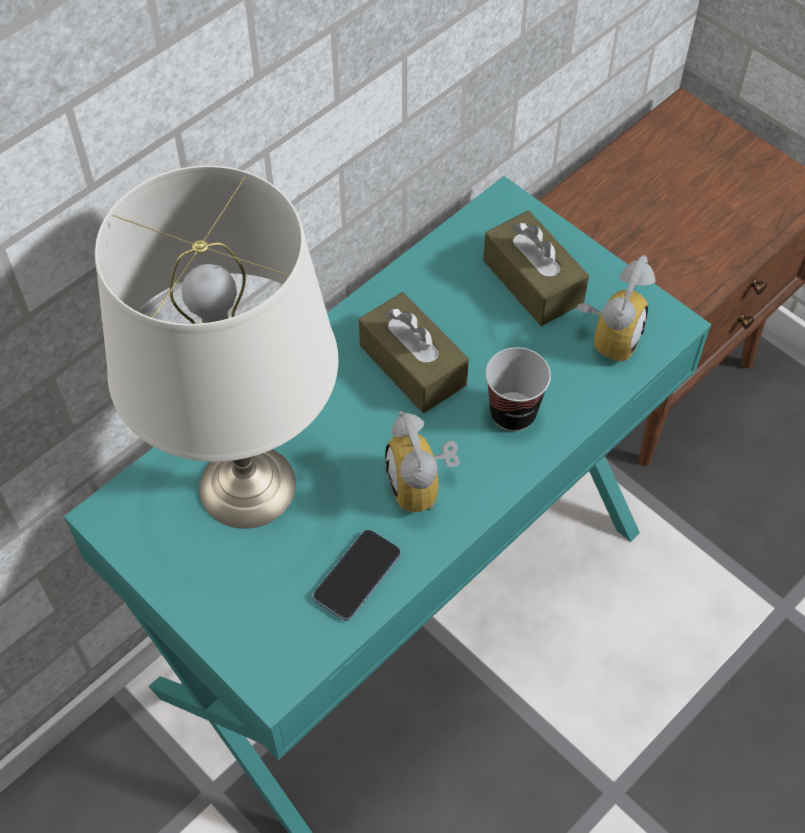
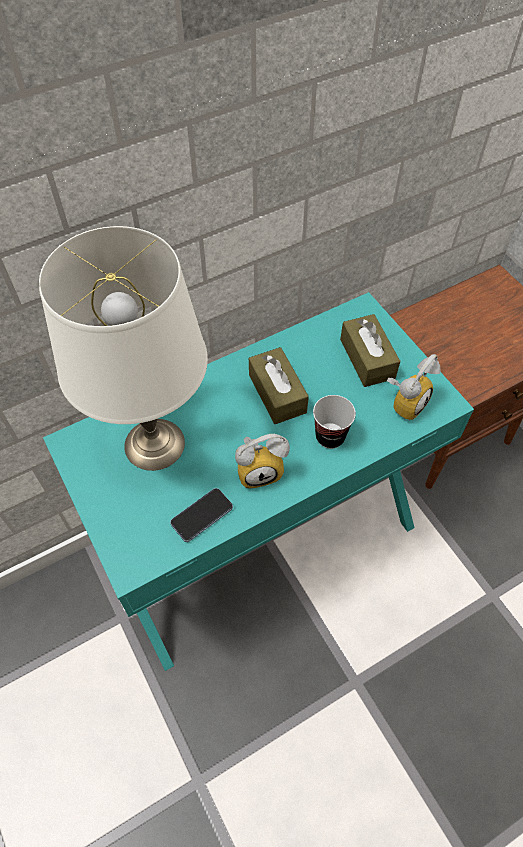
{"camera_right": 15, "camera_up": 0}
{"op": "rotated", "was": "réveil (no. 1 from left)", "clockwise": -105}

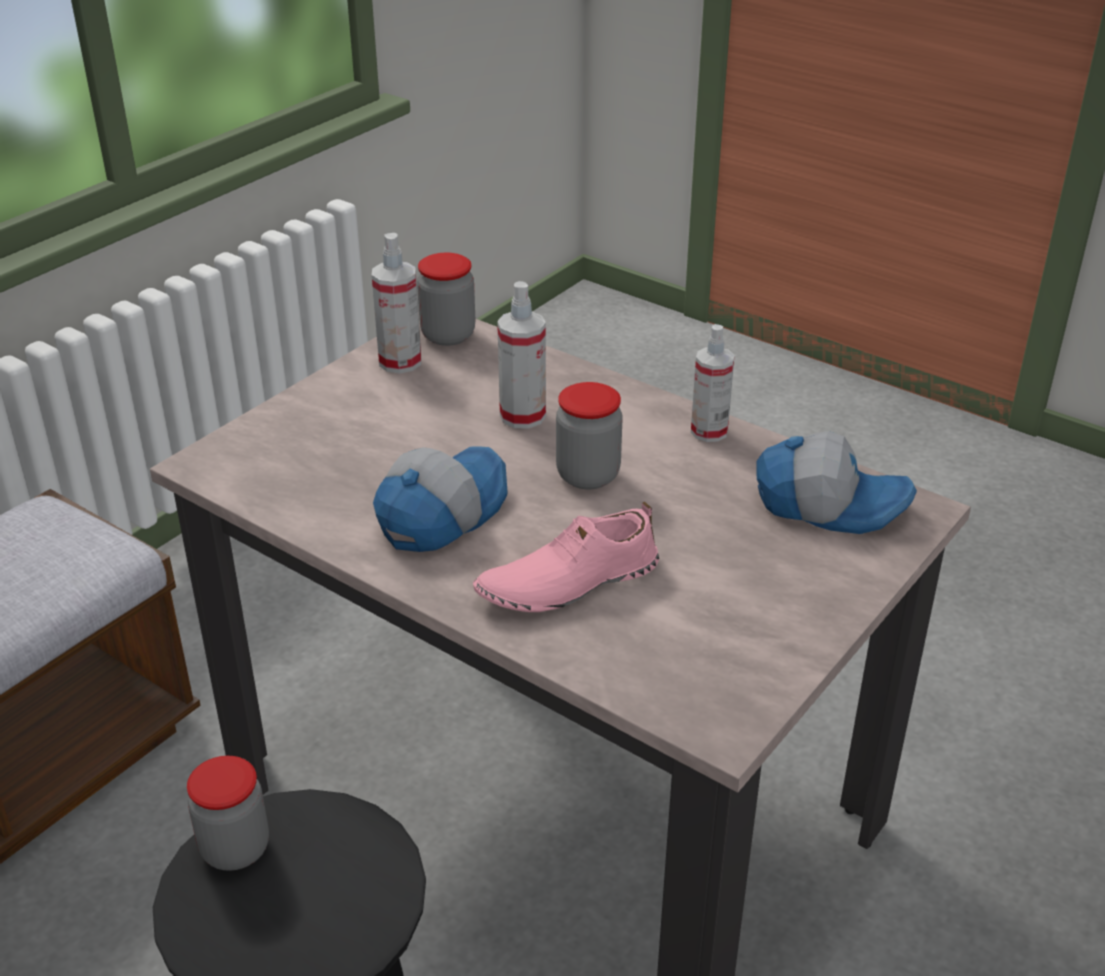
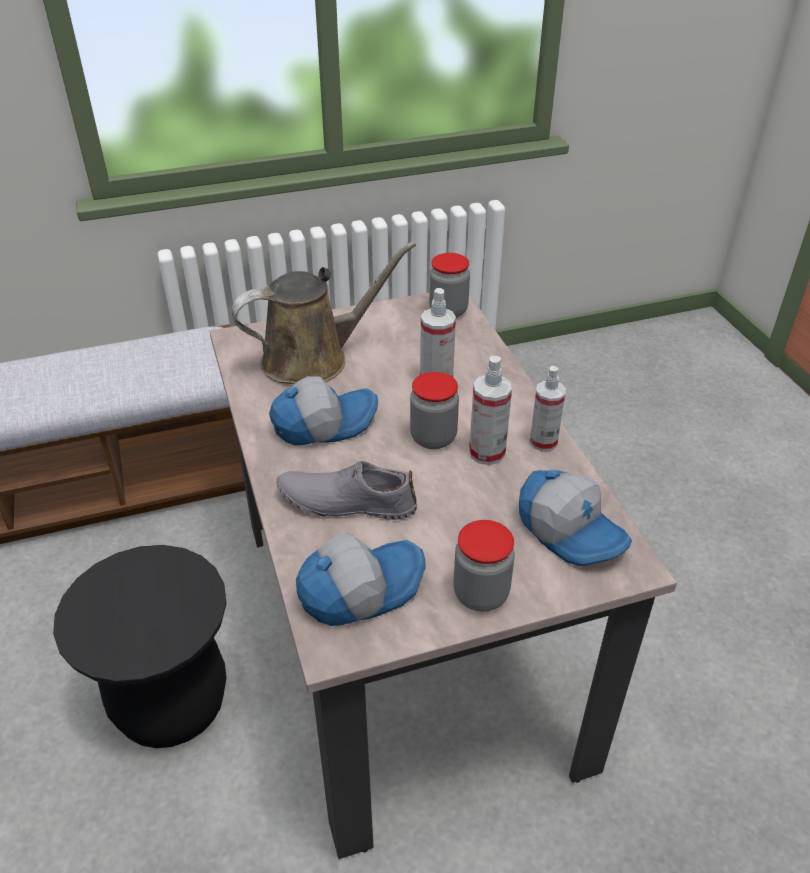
{"camera_right": 35, "camera_up": 5}
{"op": "new", "now": "arrosoir (marron)"}
{"op": "repainted", "was": "chaussure (rose)", "now": "chaussure (gris)"}
{"op": "new", "now": "casquette (no. 2 from left)"}
{"op": "shifted", "was": "bocal (no. 1 from left in the first image)", "now": "bocal (no. 3 from left)"}
{"op": "shifted", "was": "vaporisateur (no. 1 from left in the first image)", "now": "vaporisateur (no. 2 from left)"}

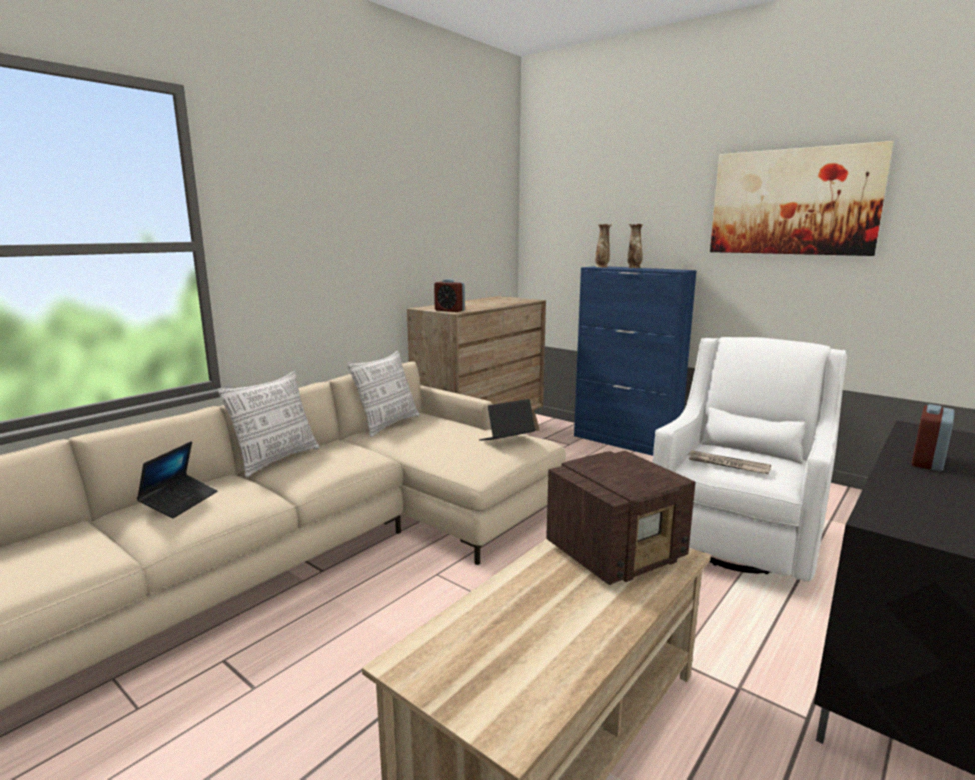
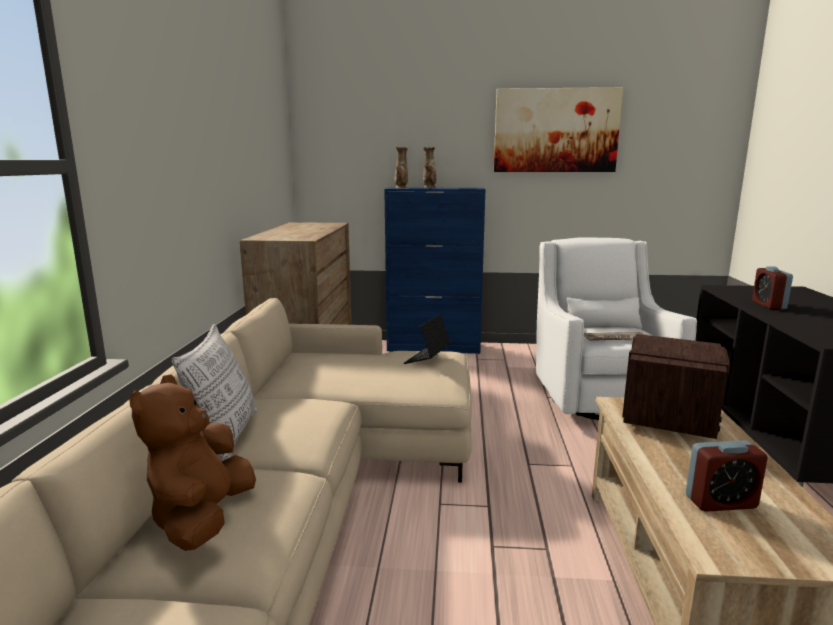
{"camera_right": -35, "camera_up": 0}
{"op": "swapped", "was": "ordinateur portable (no. 1 from left)", "now": "peluche (marron)"}
{"op": "shifted", "was": "réveil (no. 1 from left)"}
{"op": "gone", "was": "coussin (no. 2 from left)"}

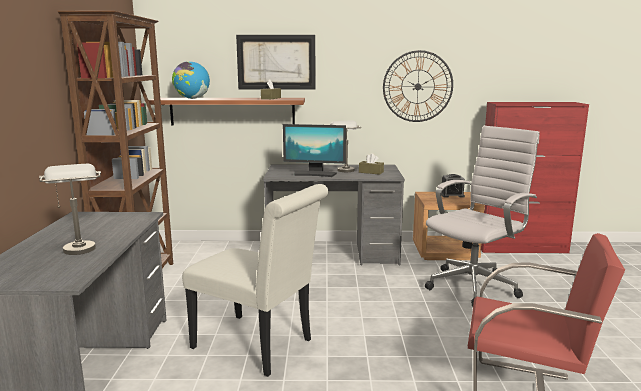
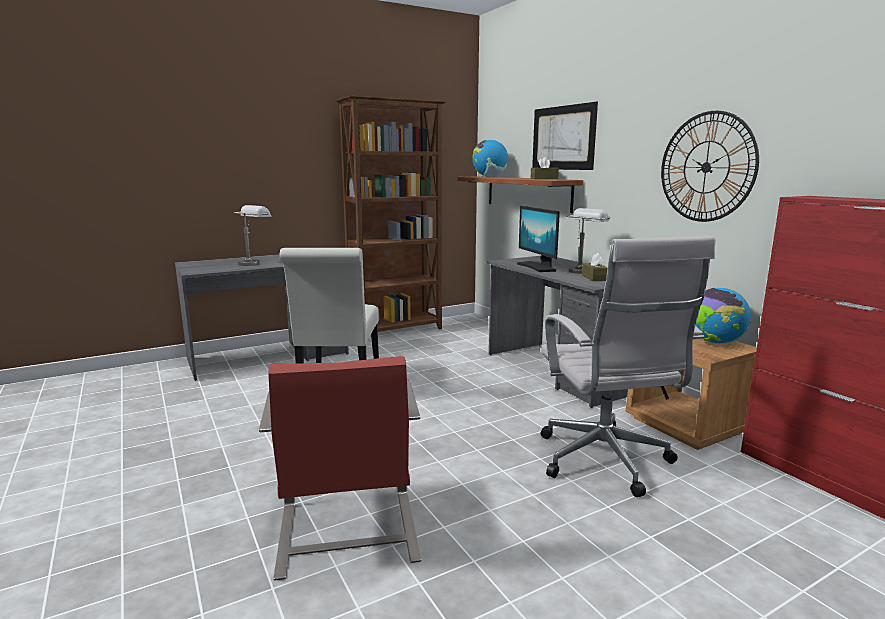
{"camera_right": 60, "camera_up": 0}
{"op": "rotated", "was": "chaise de bureau (blanc)", "clockwise": 60}
{"op": "swapped", "was": "réveil", "now": "globe (no. 2 from left)"}

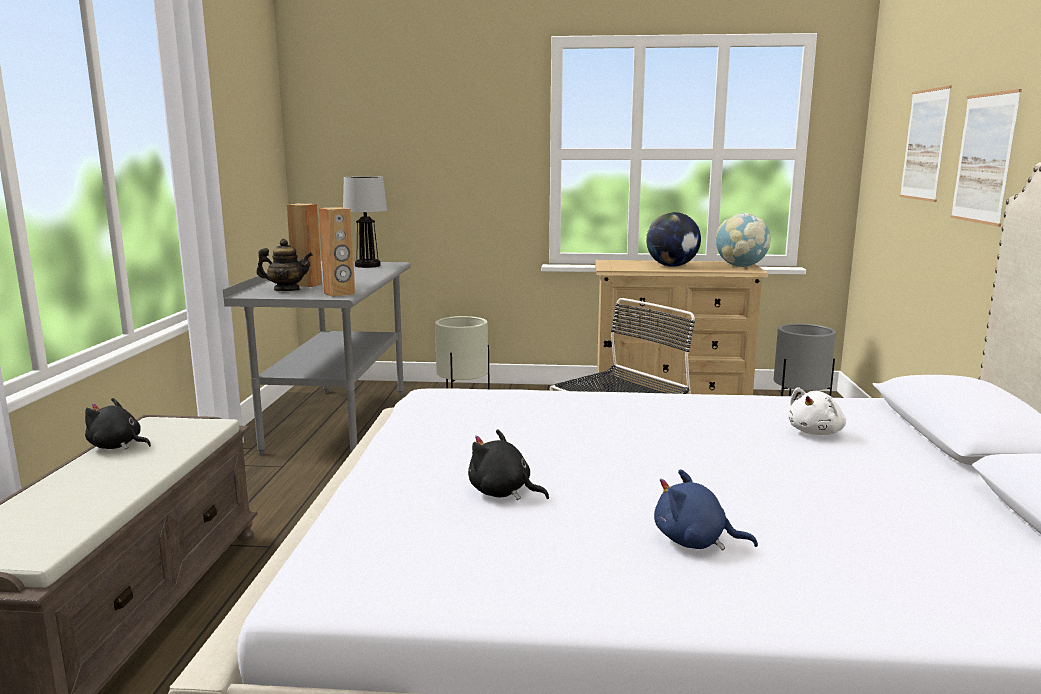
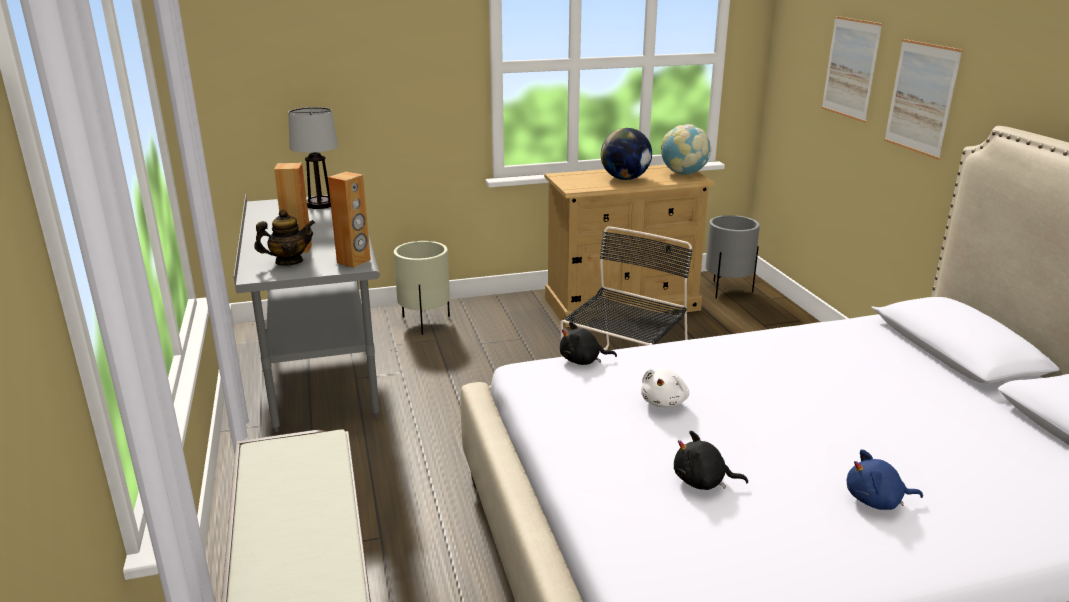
{"camera_right": -20, "camera_up": 10}
{"op": "shifted", "was": "peluche (noir) (no. 1 from left)"}
{"op": "shifted", "was": "peluche (blanc)"}

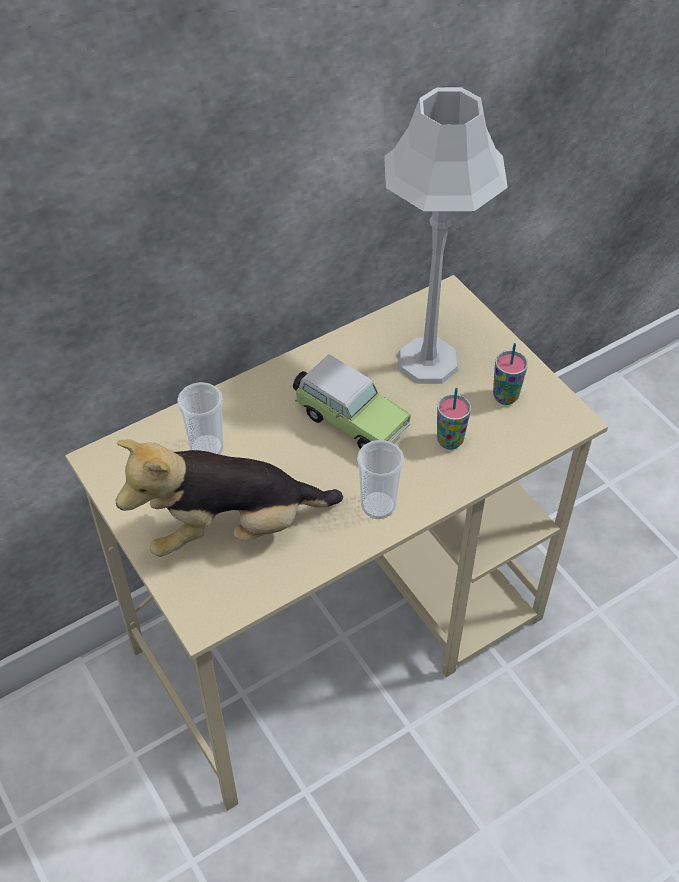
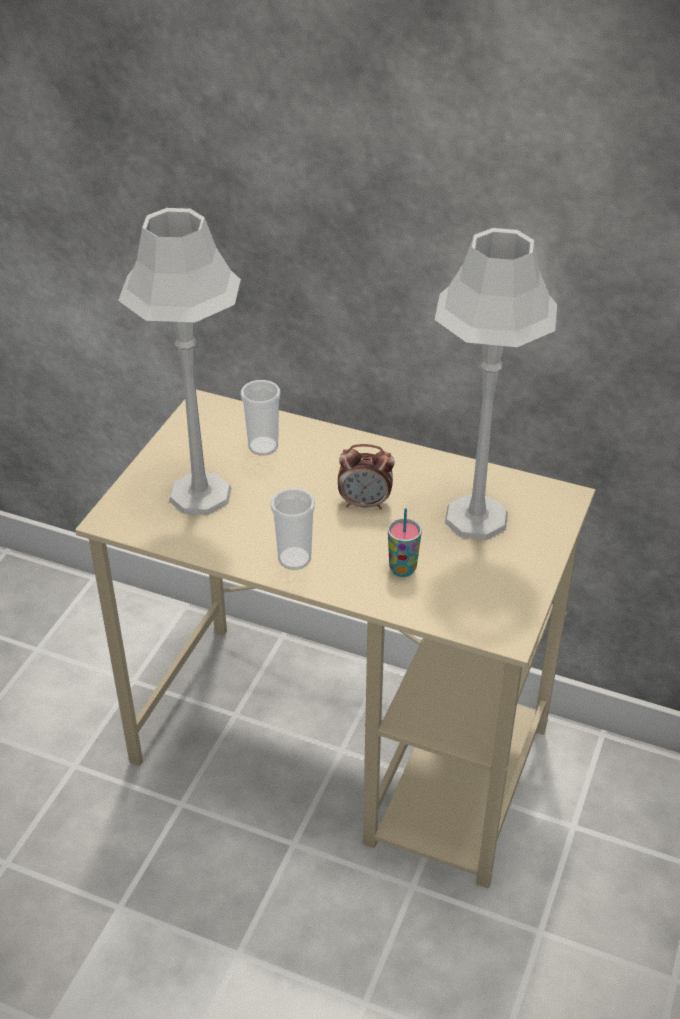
{"camera_right": 55, "camera_up": -10}
{"op": "swapped", "was": "peluche", "now": "lampe de table (gris) (no. 1 from left)"}
{"op": "swapped", "was": "petite voiture", "now": "réveil"}
{"op": "gone", "was": "tasse (no. 4 from left)"}

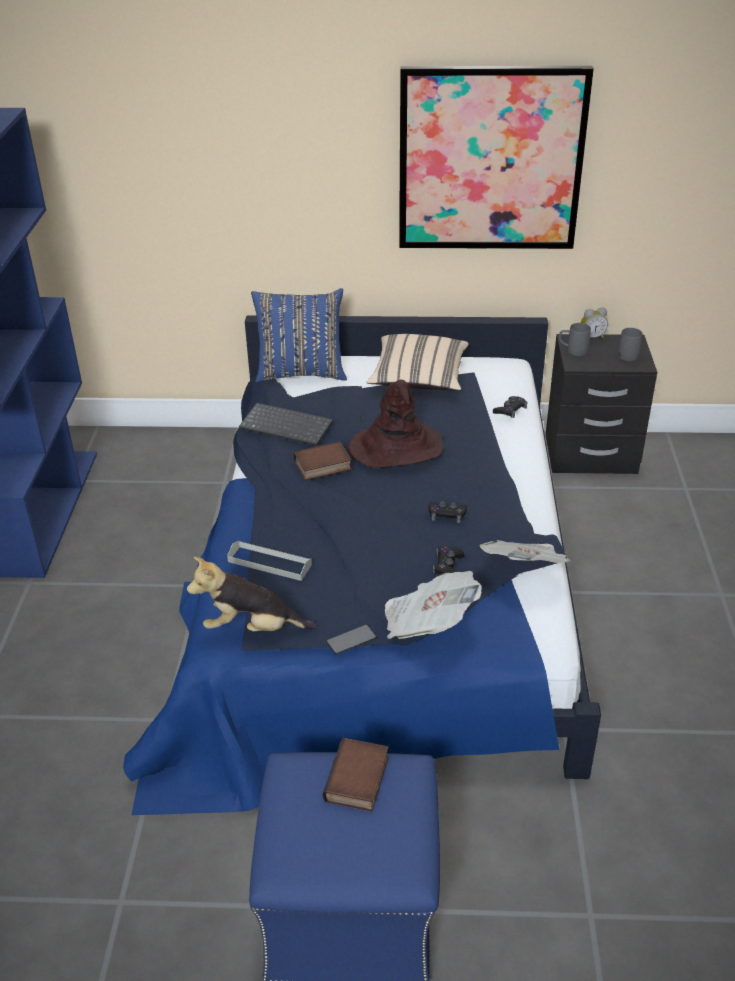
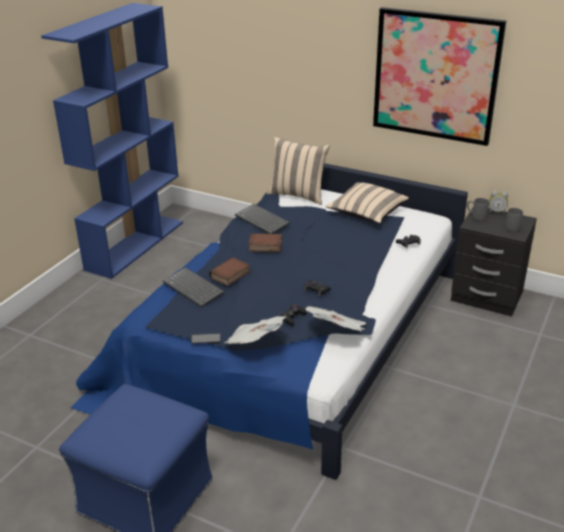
{"camera_right": 25, "camera_up": -5}
{"op": "swapped", "was": "plateau (gris)", "now": "clavier (no. 1 from left)"}
{"op": "shifted", "was": "livre (no. 2 from left in the first image)", "now": "livre (no. 1 from left)"}
{"op": "repainted", "was": "coussin (bleu)", "now": "coussin (beige) (no. 1 from left)"}
{"op": "gone", "was": "peluche"}
{"op": "gone", "was": "chapeau (marron)"}

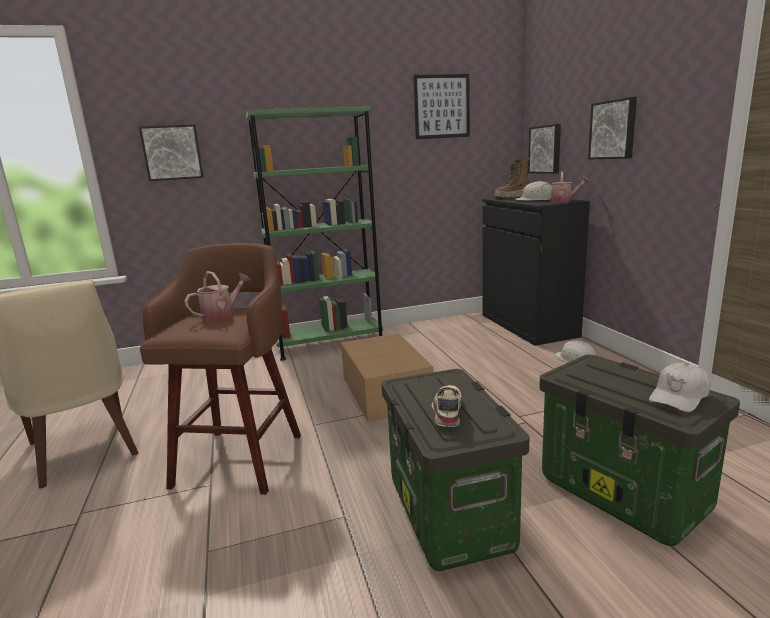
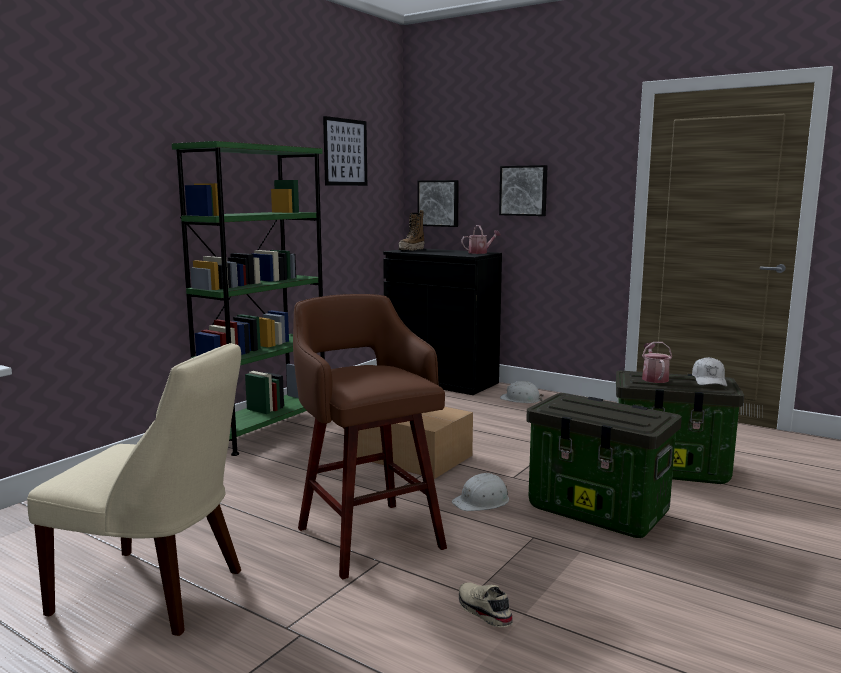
{"camera_right": -40, "camera_up": -5}
{"op": "shifted", "was": "casque de chantier (blanc) (no. 1 from left)"}
{"op": "shifted", "was": "chaussure (beige)"}
{"op": "shifted", "was": "arrosoir (no. 1 from left in the first image)", "now": "arrosoir (no. 2 from left)"}
{"op": "gone", "was": "tableau (no. 1 from left)"}

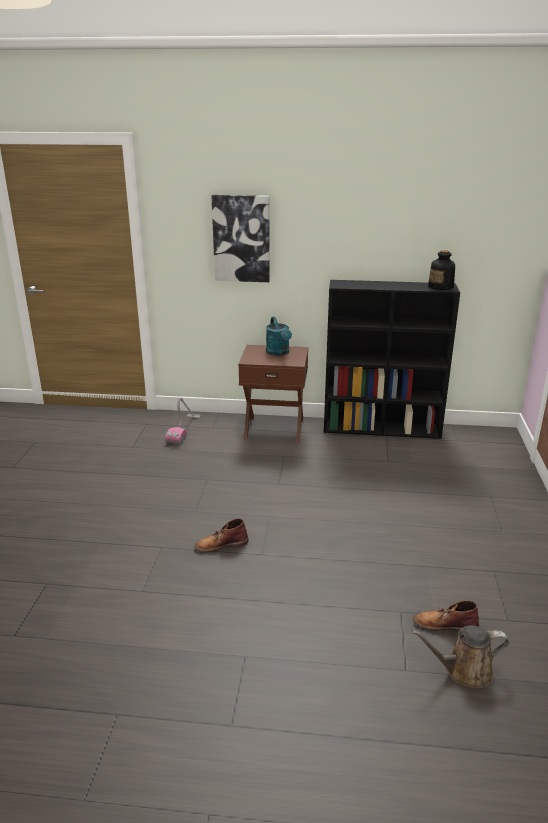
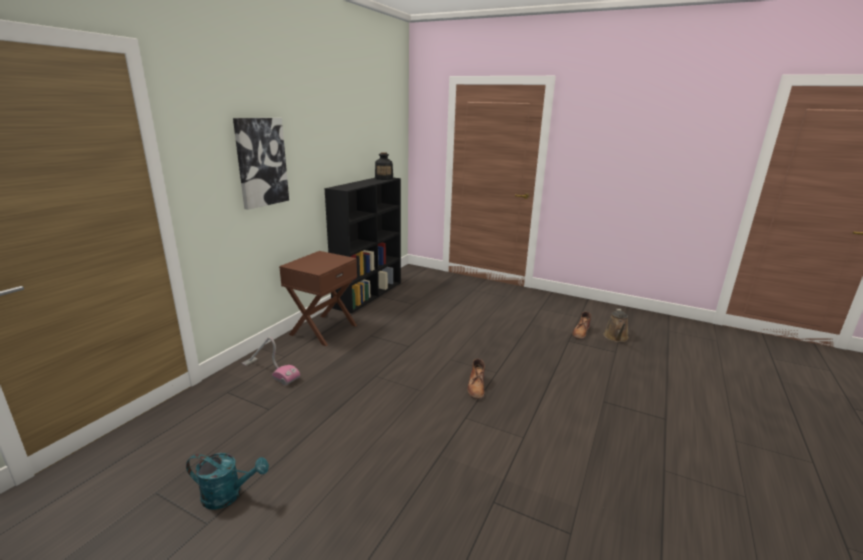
{"camera_right": -70, "camera_up": -5}
{"op": "shifted", "was": "arrosoir (turquoise)"}

